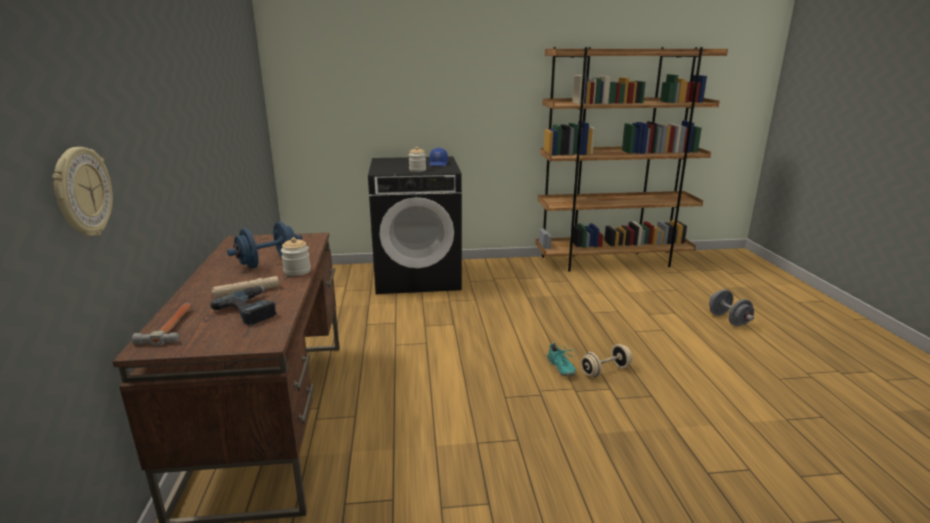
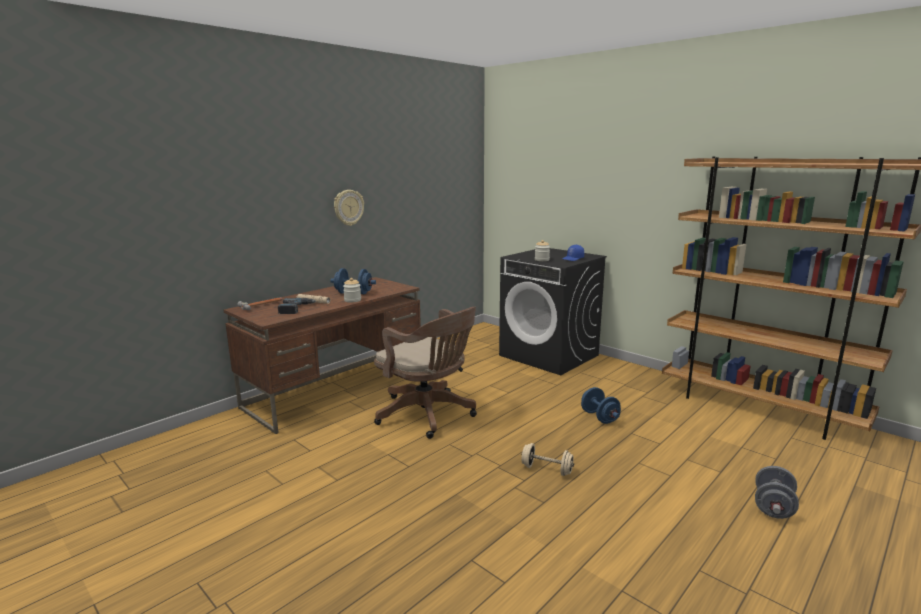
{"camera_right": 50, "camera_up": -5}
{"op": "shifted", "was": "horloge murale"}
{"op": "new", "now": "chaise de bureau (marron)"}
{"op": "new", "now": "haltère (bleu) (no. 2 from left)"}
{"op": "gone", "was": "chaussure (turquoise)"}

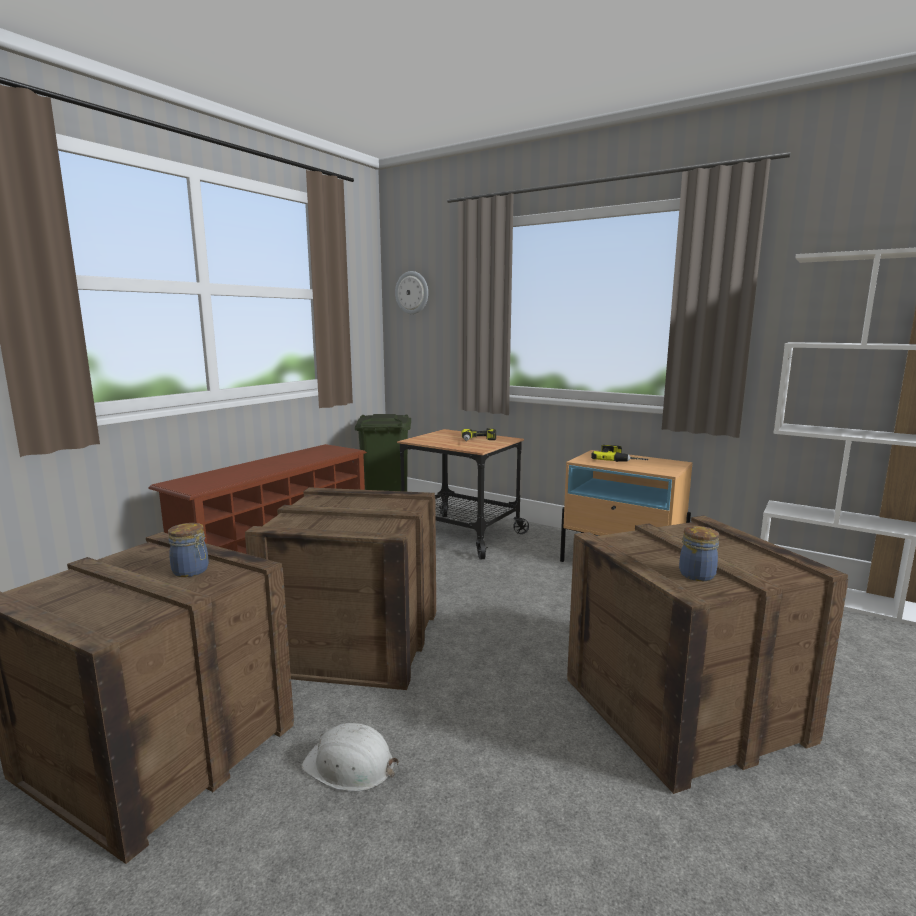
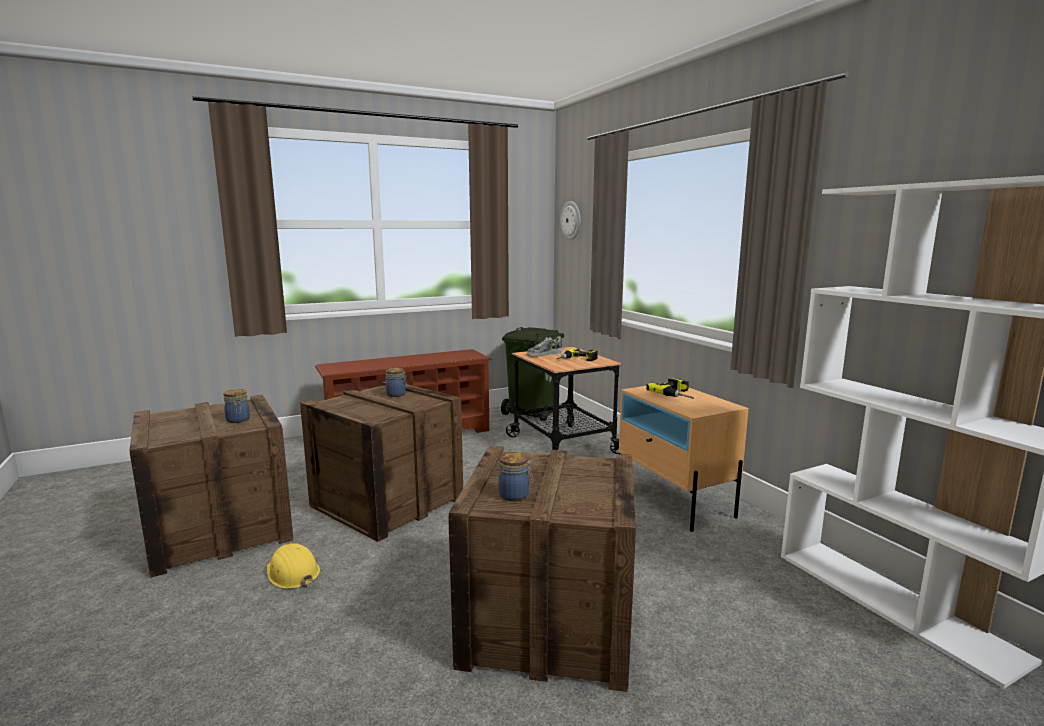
{"camera_right": 30, "camera_up": 0}
{"op": "repainted", "was": "casque de chantier (blanc)", "now": "casque de chantier (jaune)"}
{"op": "new", "now": "bocal (no. 2 from left)"}
{"op": "new", "now": "chaussure"}

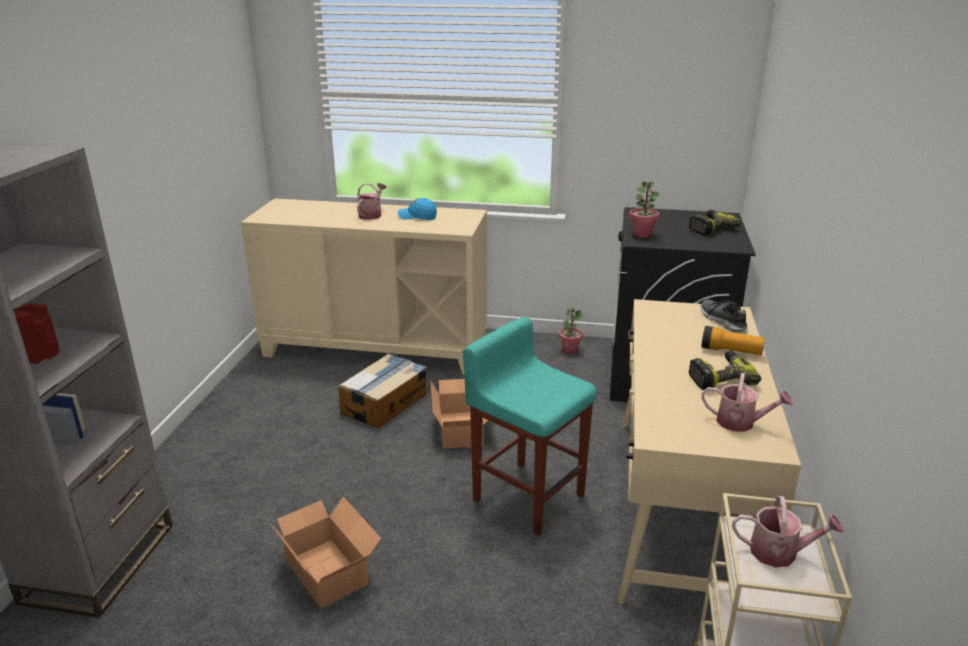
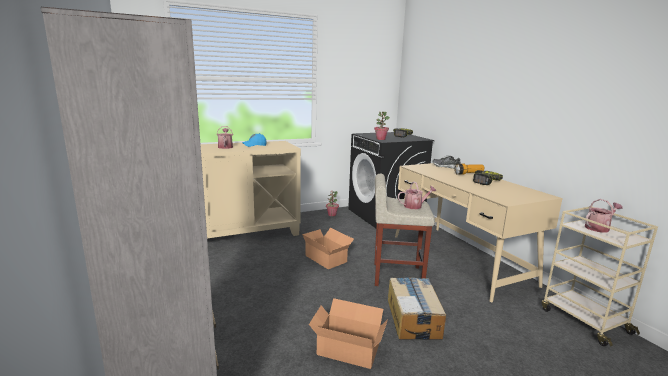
{"camera_right": -35, "camera_up": -10}
{"op": "repainted", "was": "tabouret (turquoise)", "now": "tabouret (beige)"}
{"op": "shifted", "was": "carton (no. 2 from left in the first image)", "now": "carton (no. 3 from left)"}
{"op": "shifted", "was": "arrosoir (no. 2 from left)"}

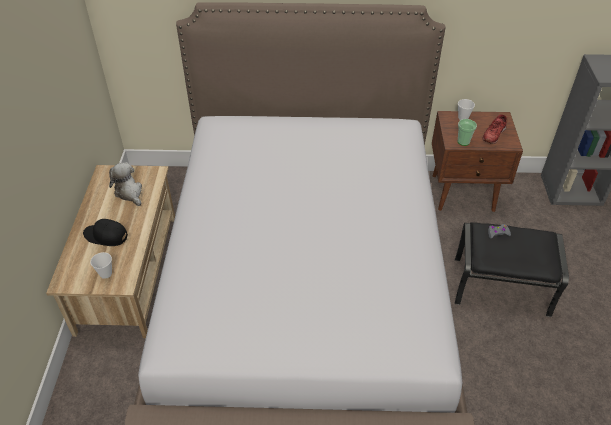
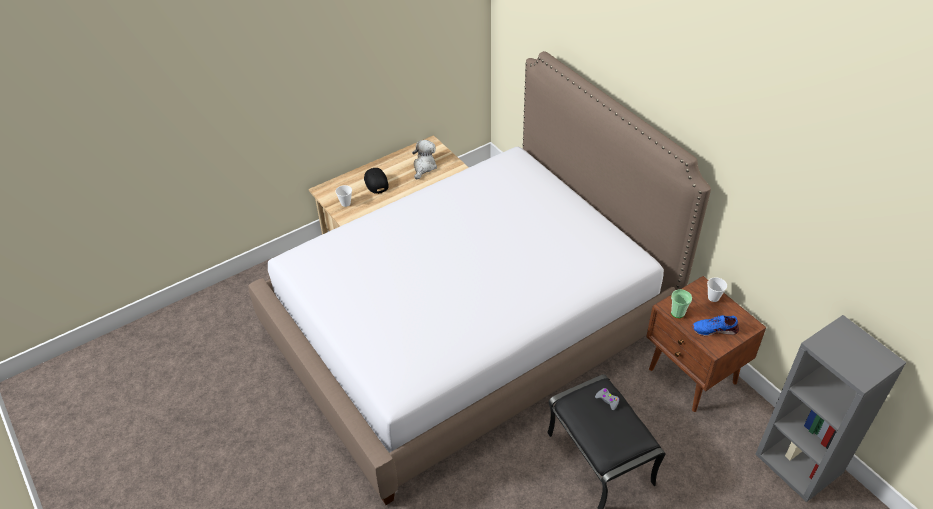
{"camera_right": 55, "camera_up": 0}
{"op": "repainted", "was": "chaussure (rouge)", "now": "chaussure (bleu)"}

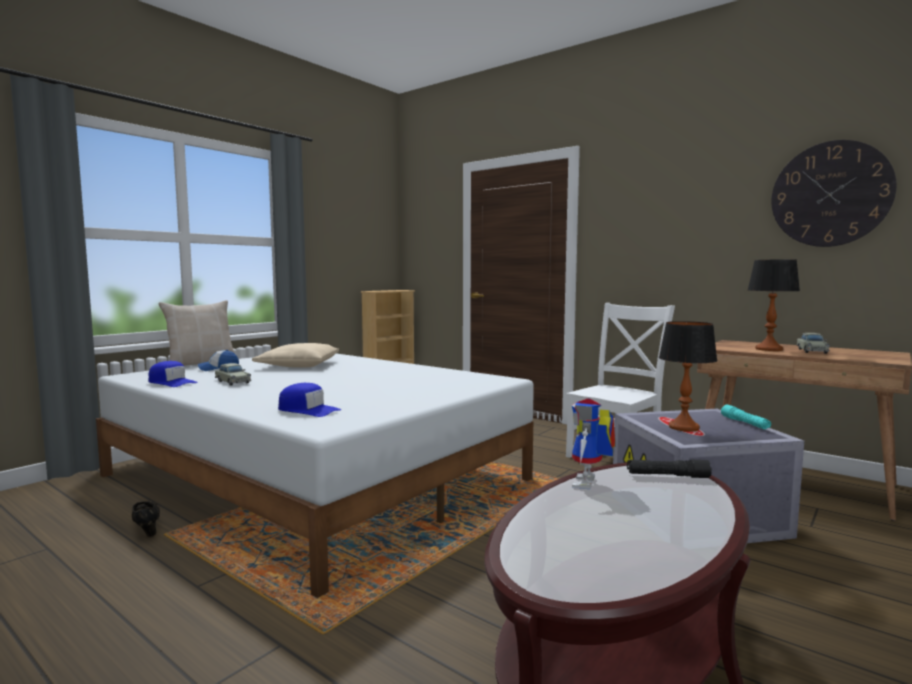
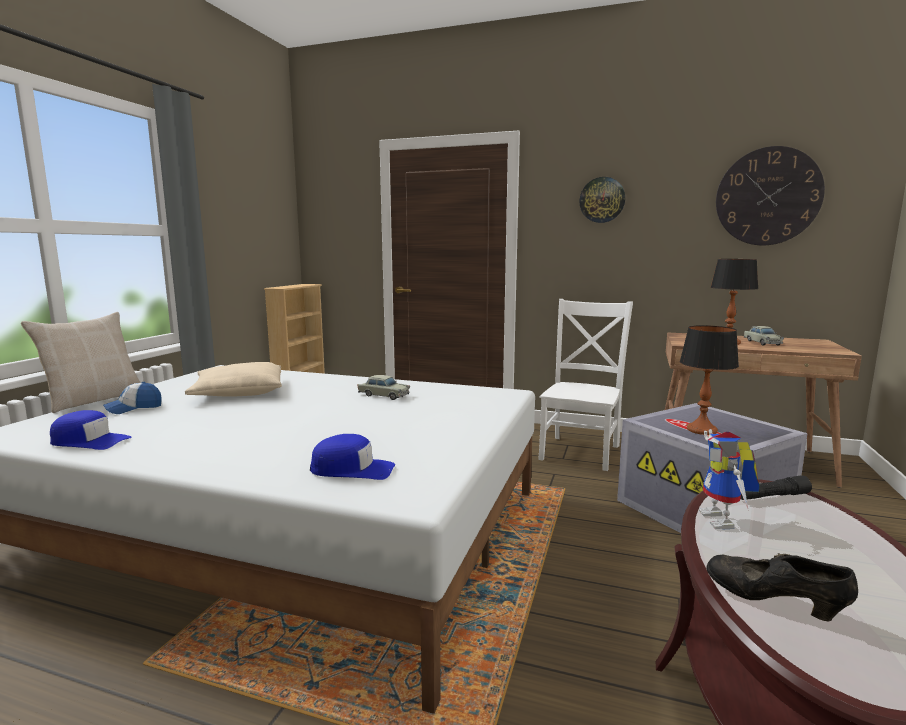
{"camera_right": -20, "camera_up": 5}
{"op": "shifted", "was": "petite voiture (beige) (no. 1 from left)"}
{"op": "new", "now": "horloge murale (no. 1 from left)"}
{"op": "shifted", "was": "chaussure (noir)"}
{"op": "gone", "was": "lampe de poche (turquoise)"}

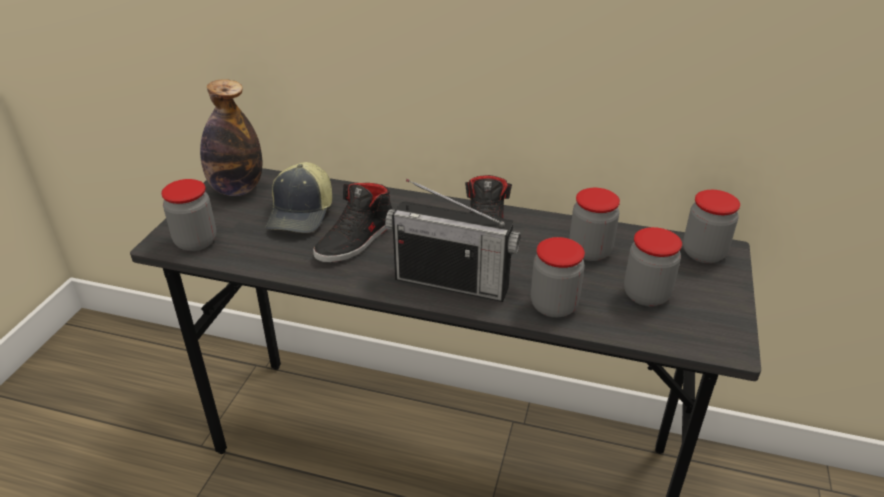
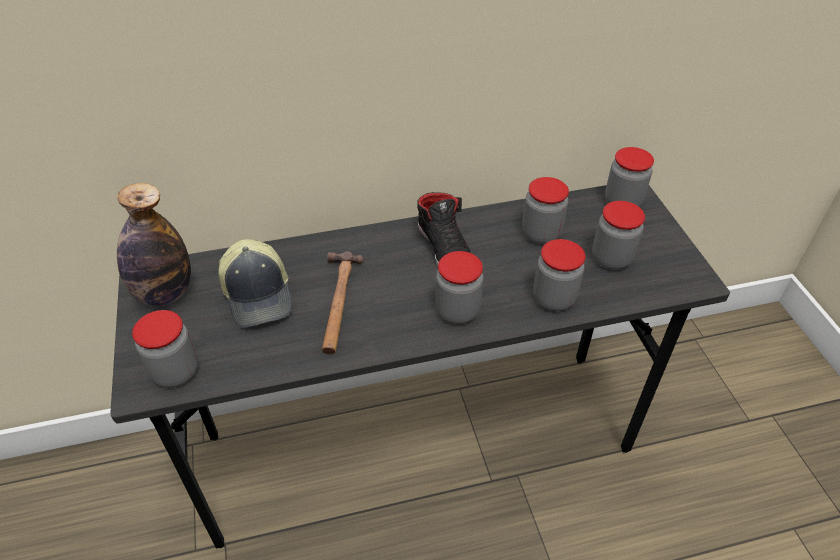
{"camera_right": -30, "camera_up": 10}
{"op": "swapped", "was": "chaussure (noir) (no. 1 from left)", "now": "marteau"}
{"op": "swapped", "was": "radio", "now": "bocal (no. 2 from left)"}

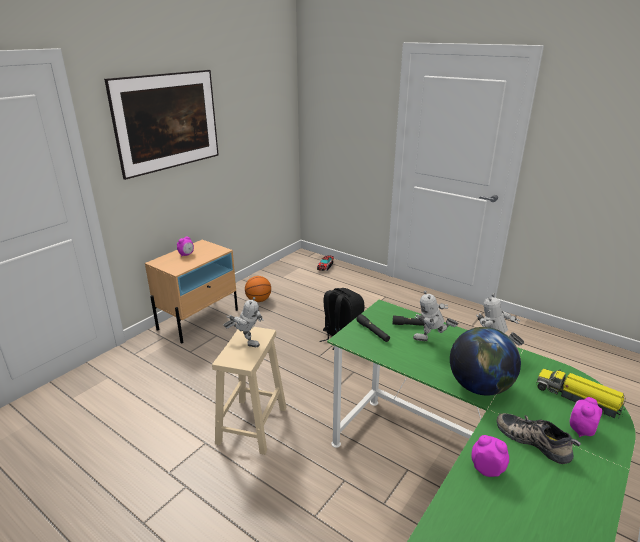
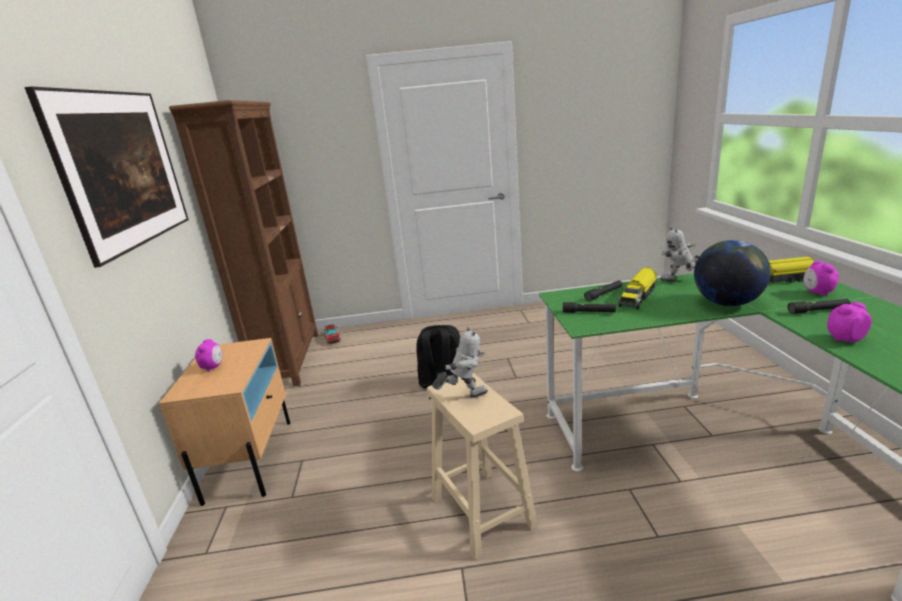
{"camera_right": -40, "camera_up": -5}
{"op": "new", "now": "bibliothèque (marron)"}
{"op": "swapped", "was": "robot jouet (no. 2 from left)", "now": "camion jouet (no. 2 from left)"}
{"op": "swapped", "was": "chaussure", "now": "lampe de poche (noir) (no. 3 from left)"}
{"op": "gone", "was": "ballon de basket"}

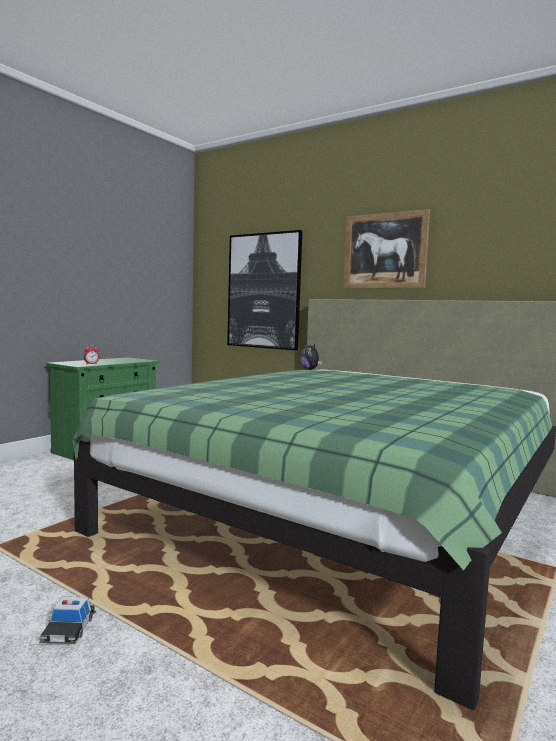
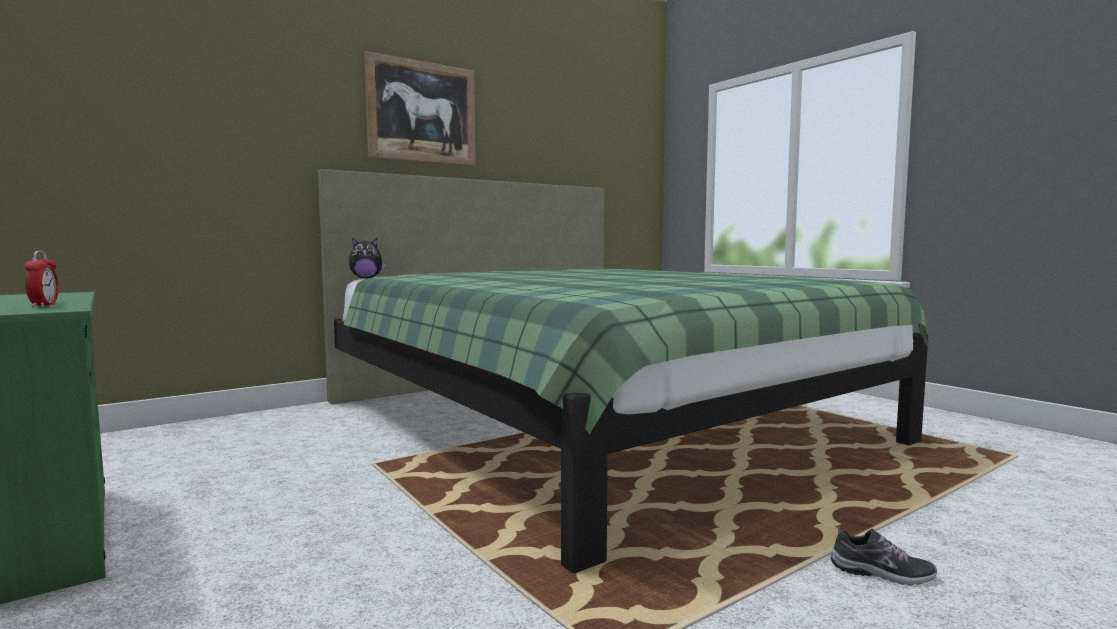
{"camera_right": -70, "camera_up": 0}
{"op": "swapped", "was": "petite voiture", "now": "chaussure"}
{"op": "gone", "was": "tableau (no. 1 from left)"}

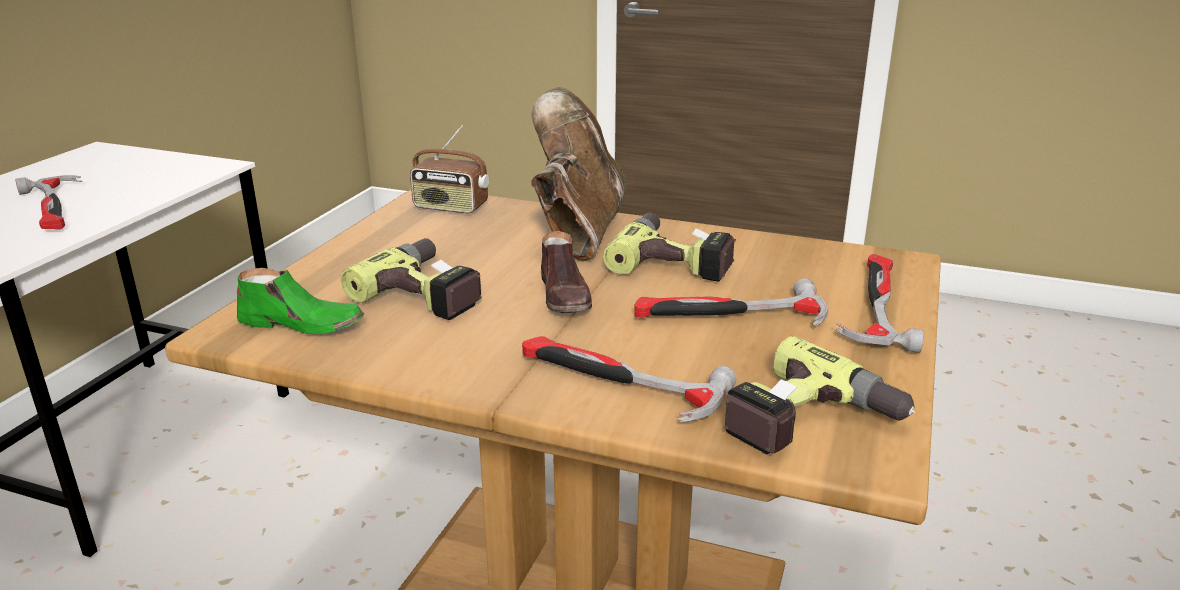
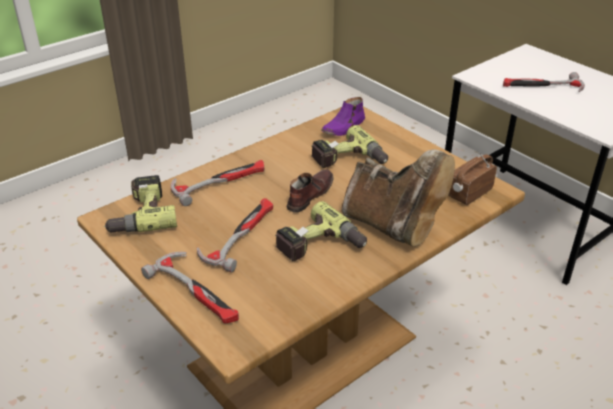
{"camera_right": 120, "camera_up": 10}
{"op": "rotated", "was": "chaussure (marron)", "clockwise": 105}
{"op": "repainted", "was": "chaussure (vert)", "now": "chaussure (violet)"}

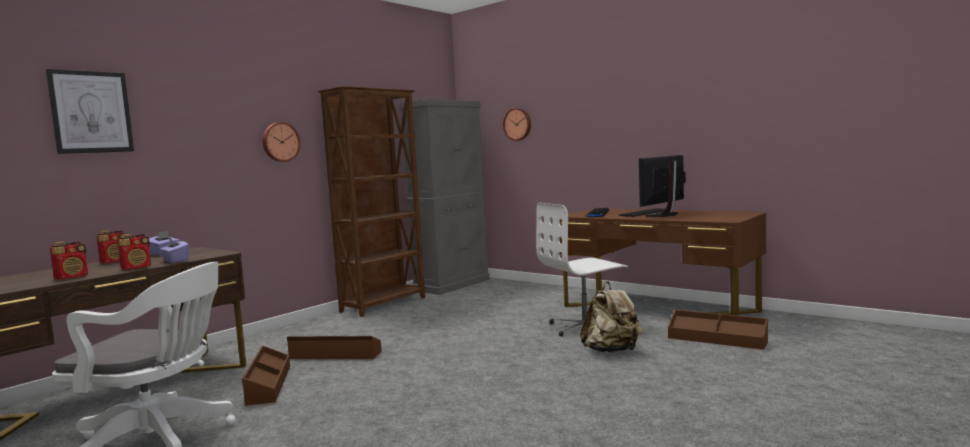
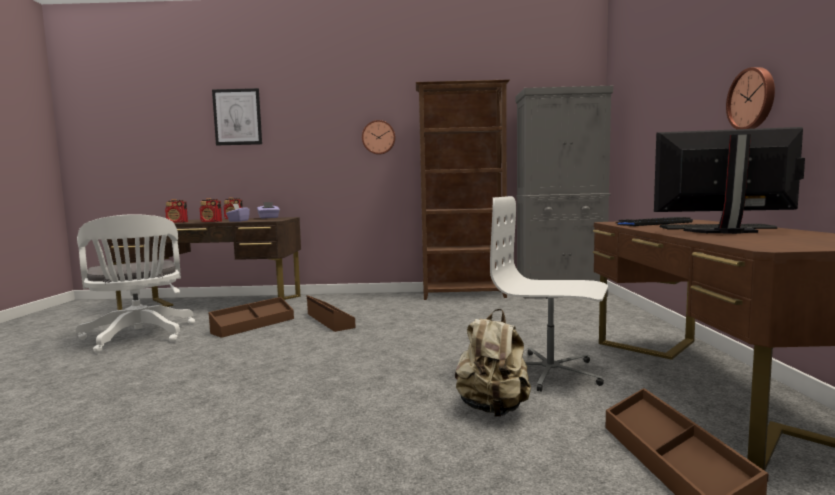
{"camera_right": 50, "camera_up": 0}
{"op": "shifted", "was": "horloge murale (no. 2 from left)"}

